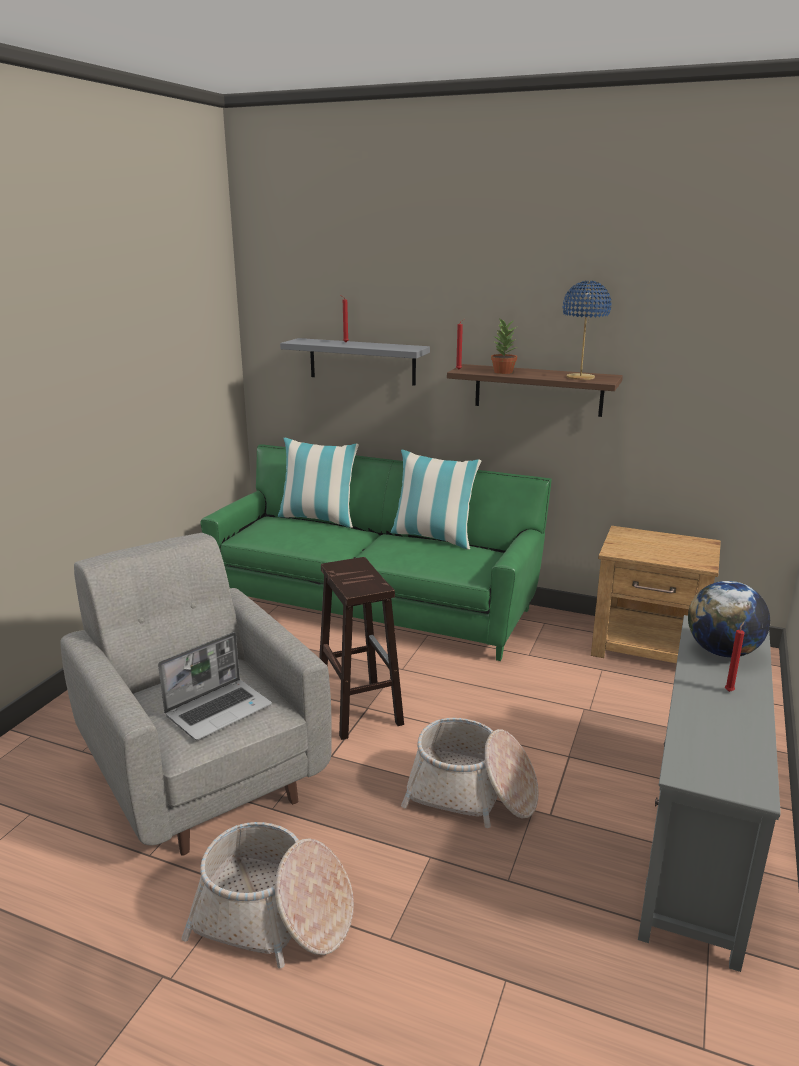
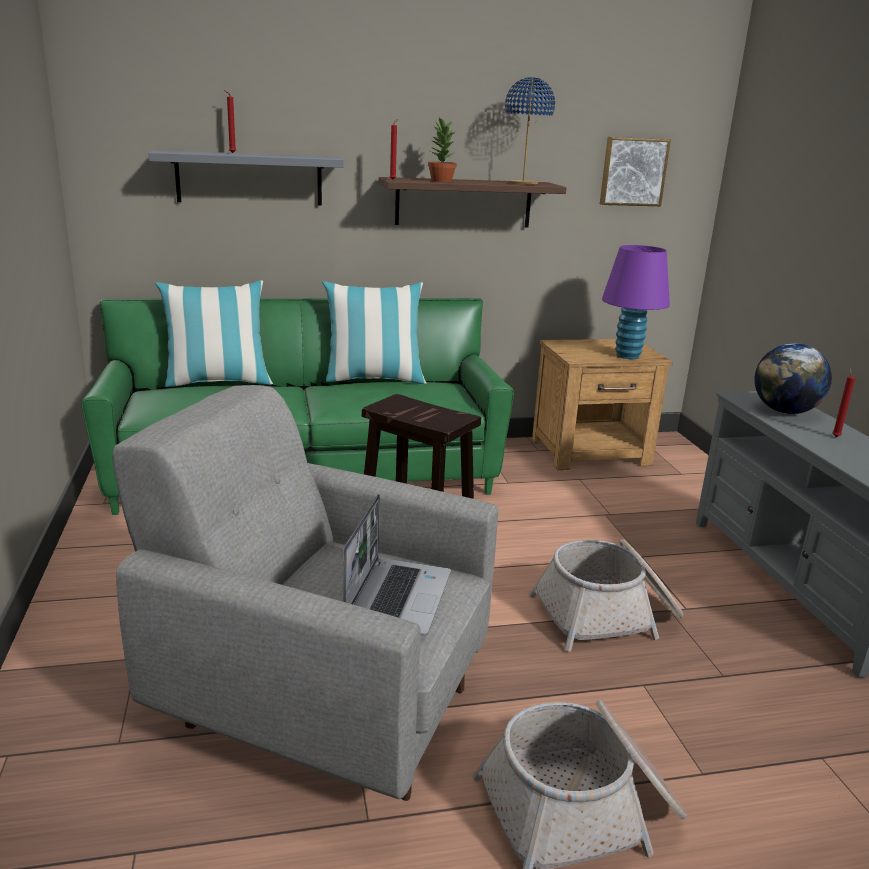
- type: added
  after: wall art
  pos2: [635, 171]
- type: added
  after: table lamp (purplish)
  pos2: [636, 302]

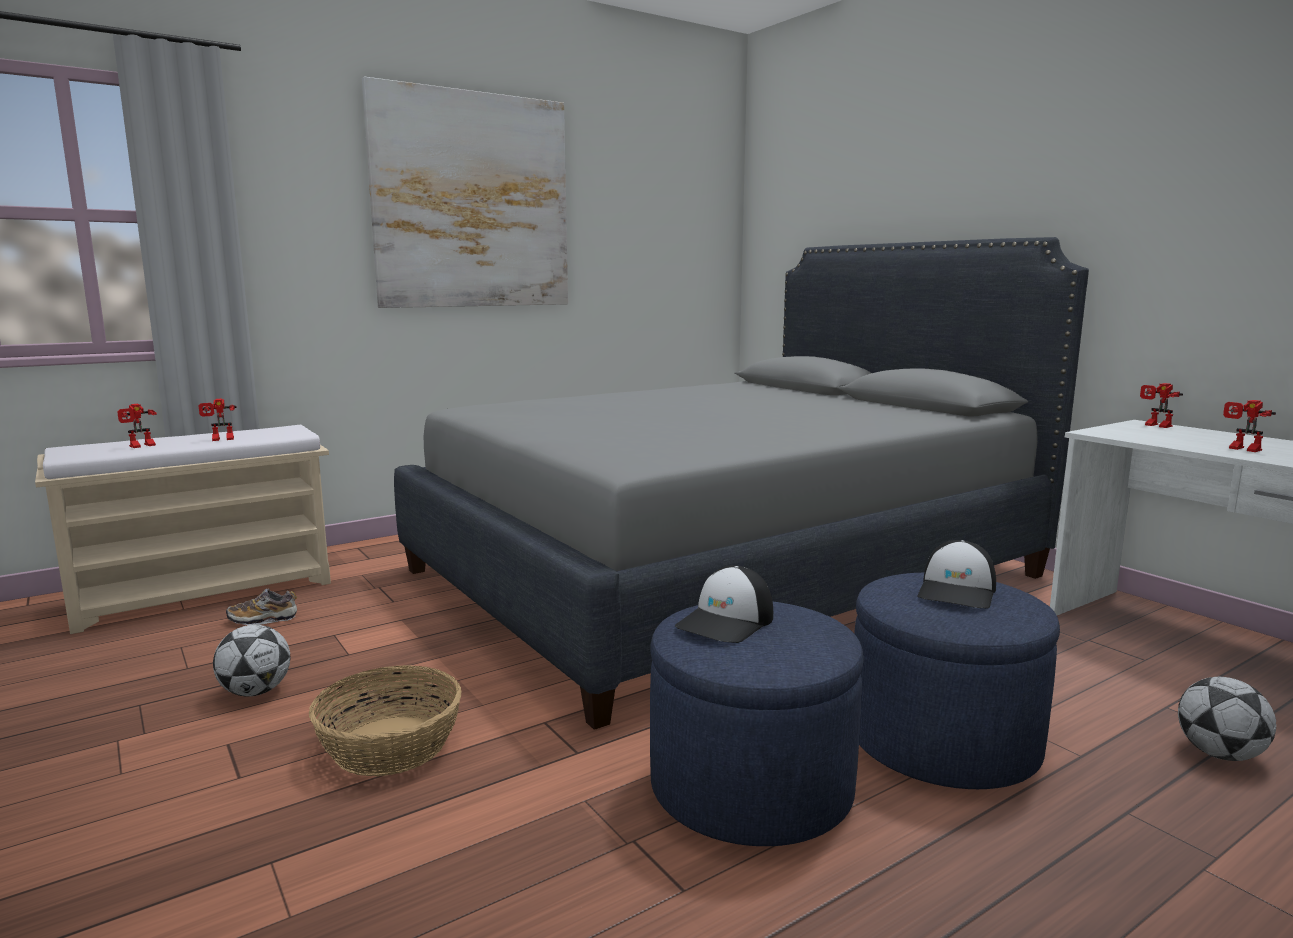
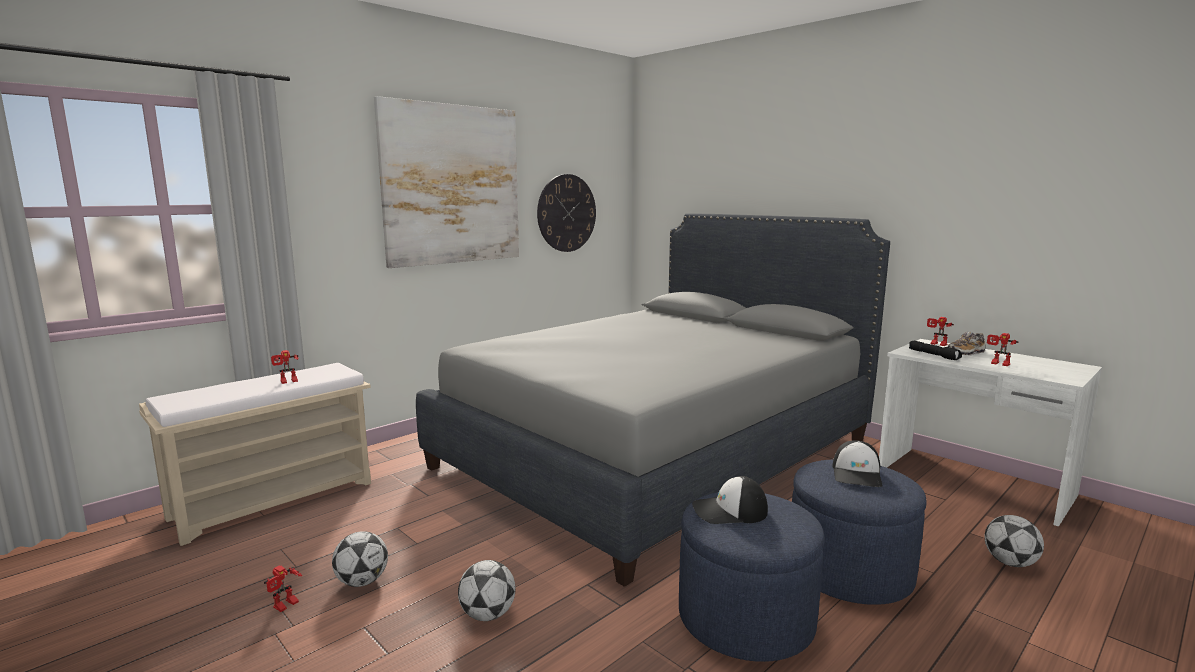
- type: moved
  before: model robot
  pos1: [137, 426]
  pos2: [283, 588]
- type: replaced
  before: household basket
  after: football ball
  pos1: [385, 720]
  pos2: [487, 590]
- type: added
  after: hanging clock
  pos2: [566, 213]
- type: turned
  before: baseball cap
  pos1: [724, 604]
  pos2: [730, 500]
  turn: 60
- type: added
  after: flashlight (blackish)
  pos2: [935, 350]
- type: moved
  before: shoe
  pos1: [261, 607]
  pos2: [966, 344]

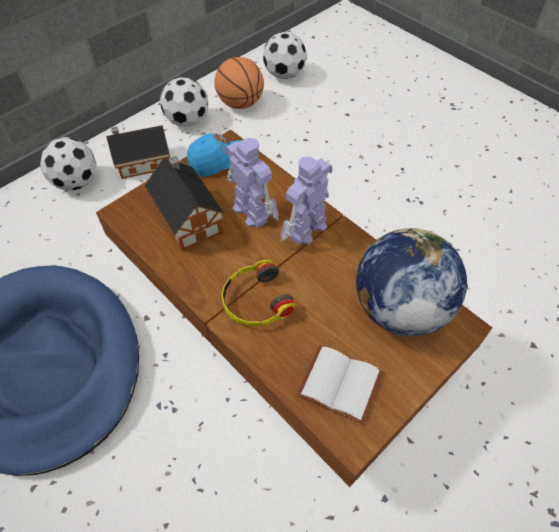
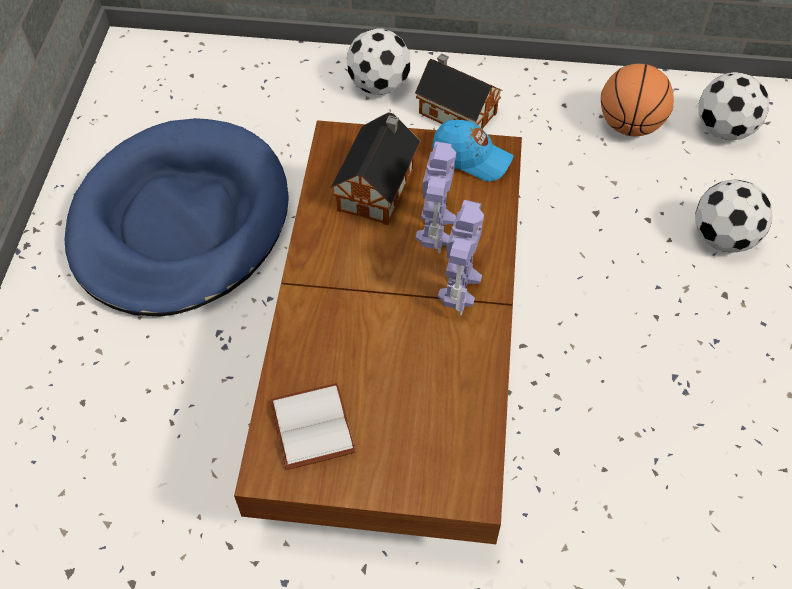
- type: turned
  before: model robot
  pos1: [306, 201]
  pos2: [461, 257]
  turn: 105
- type: moved
  before: football ball
  pos1: [184, 102]
  pos2: [733, 216]
- type: removed
  before: headphones
  pos1: [258, 293]
- type: removed
  before: desk globe
  pos1: [412, 282]

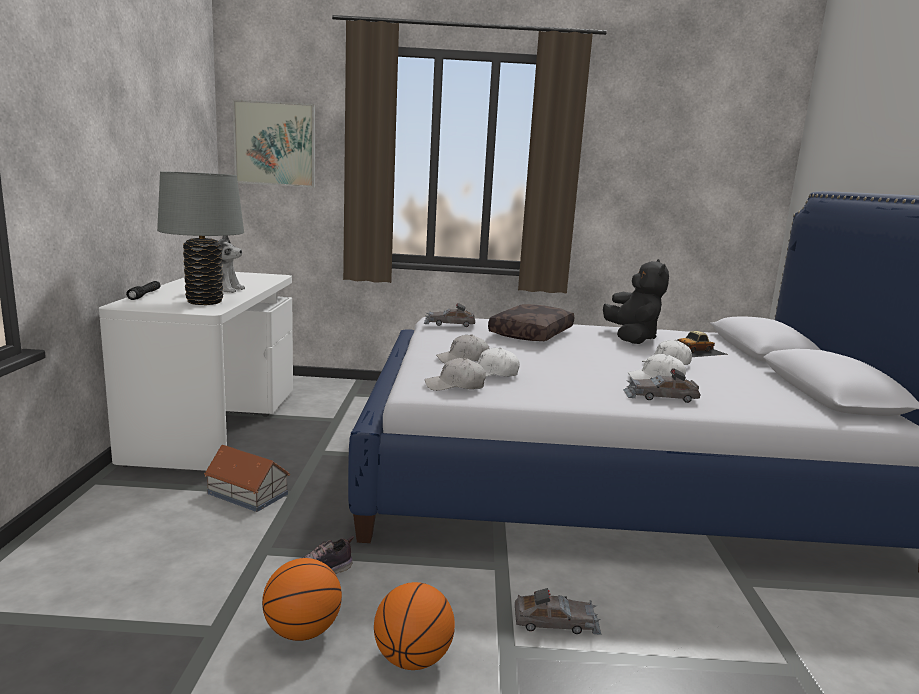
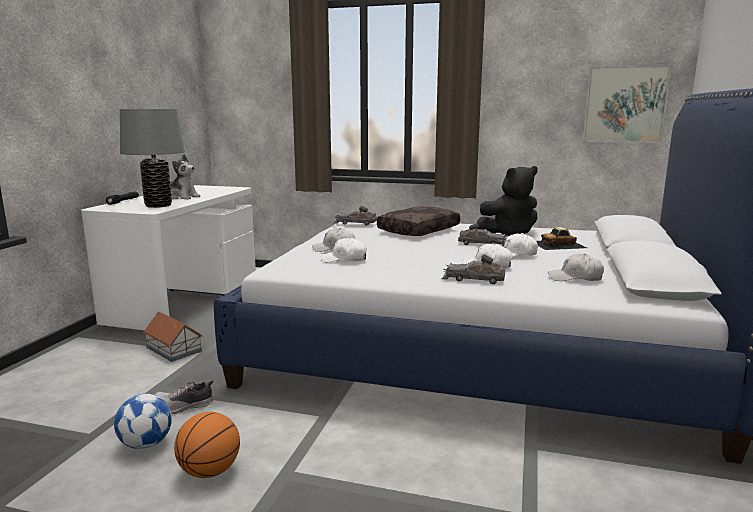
- type: replaced
  before: basketball
  after: football ball
  pos1: [302, 599]
  pos2: [143, 421]
- type: moved
  before: miniature car (grey)
  pos1: [558, 611]
  pos2: [482, 235]
- type: turned
  before: soft toy (blackish)
  pos1: [636, 301]
  pos2: [507, 201]
  turn: 60
- type: moved
  before: baseball cap (white)
  pos1: [455, 374]
  pos2: [576, 267]
- type: moved
  before: wall art
  pos1: [274, 143]
  pos2: [627, 104]

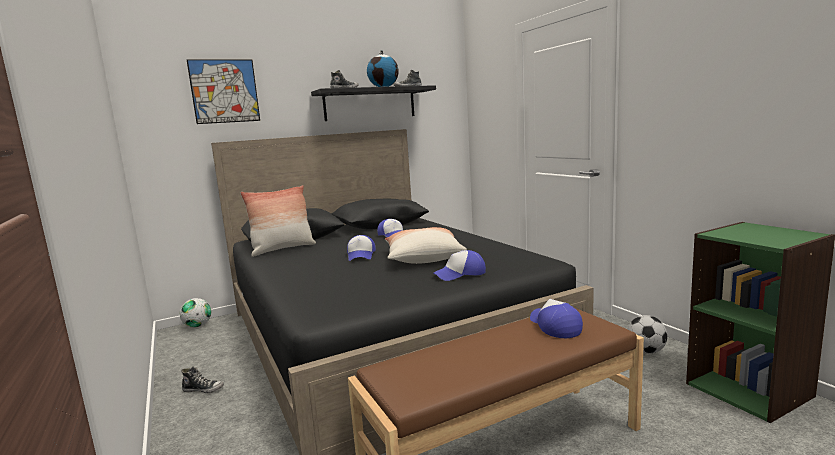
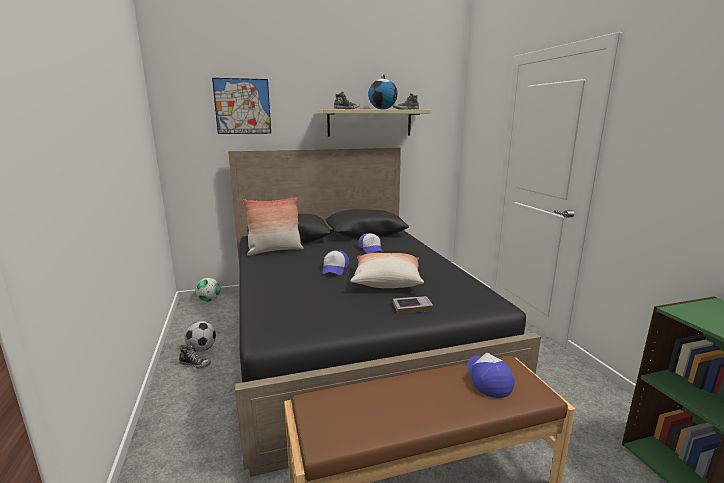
- type: moved
  before: football ball
  pos1: [648, 334]
  pos2: [200, 336]
- type: recoloured
  before: bracket shelf (blackish)
  after: bracket shelf (sand-coloured)
  pos1: [373, 103]
  pos2: [374, 123]
- type: replaced
  before: baseball cap
  after: volume
  pos1: [459, 265]
  pos2: [413, 304]

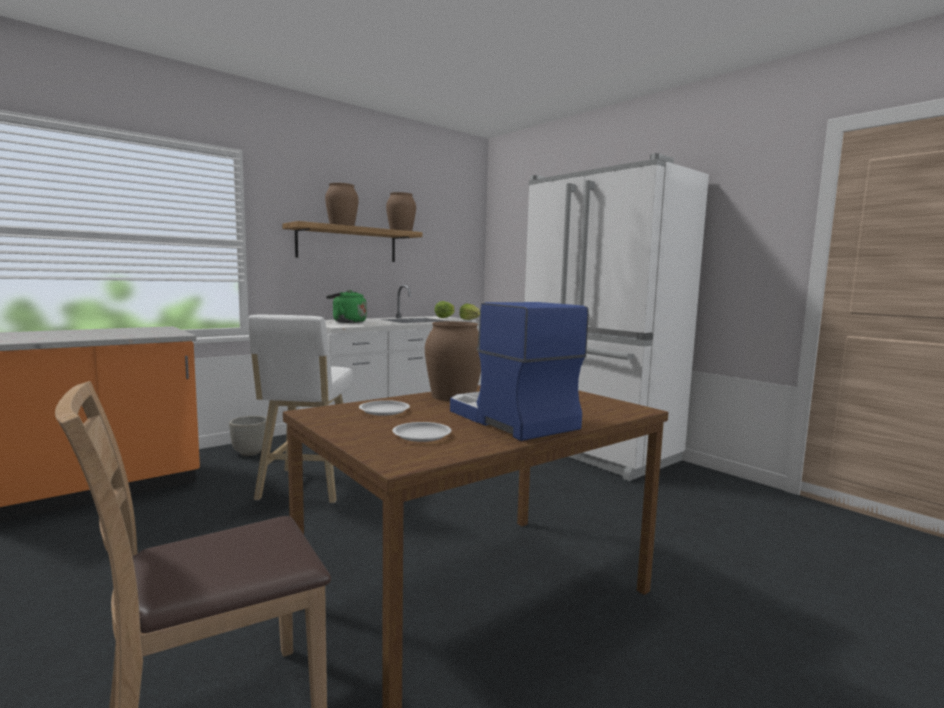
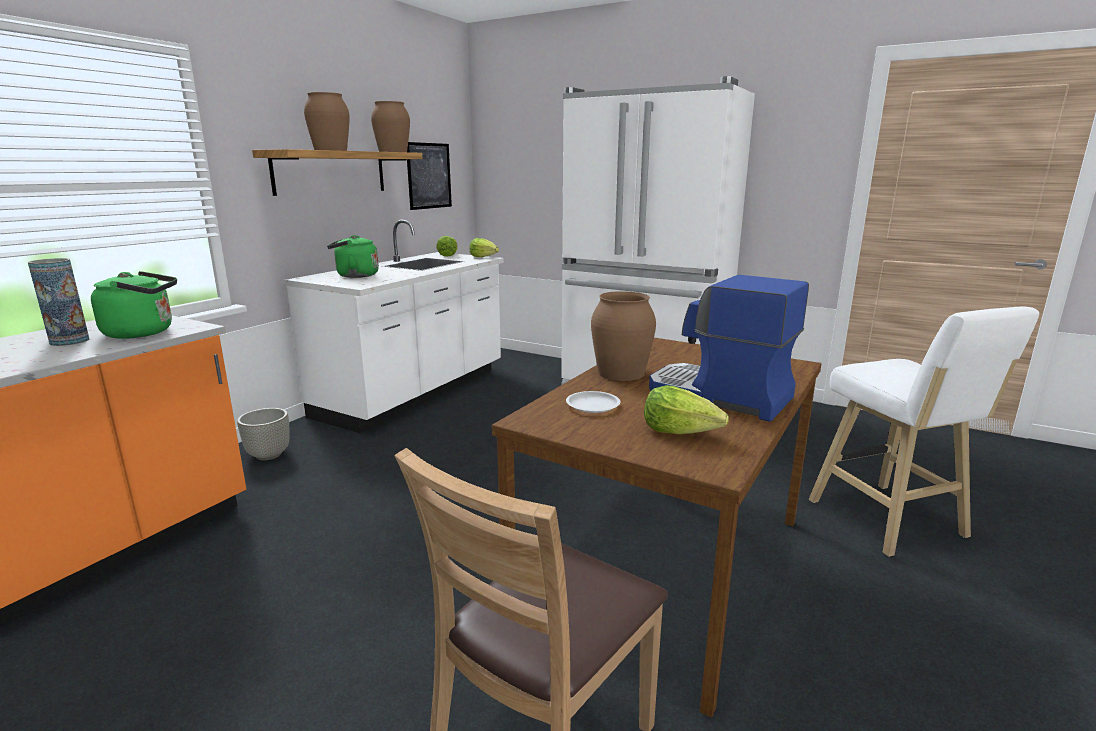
- type: added
  after: flower vase
  pos2: [58, 302]
- type: added
  after: kettle (green)
  pos2: [134, 305]
- type: added
  after: wall art
  pos2: [429, 176]
- type: replaced
  before: plate (white)
  after: lettuce
  pos1: [422, 432]
  pos2: [686, 410]
- type: moved
  before: stool (white)
  pos1: [300, 409]
  pos2: [924, 432]

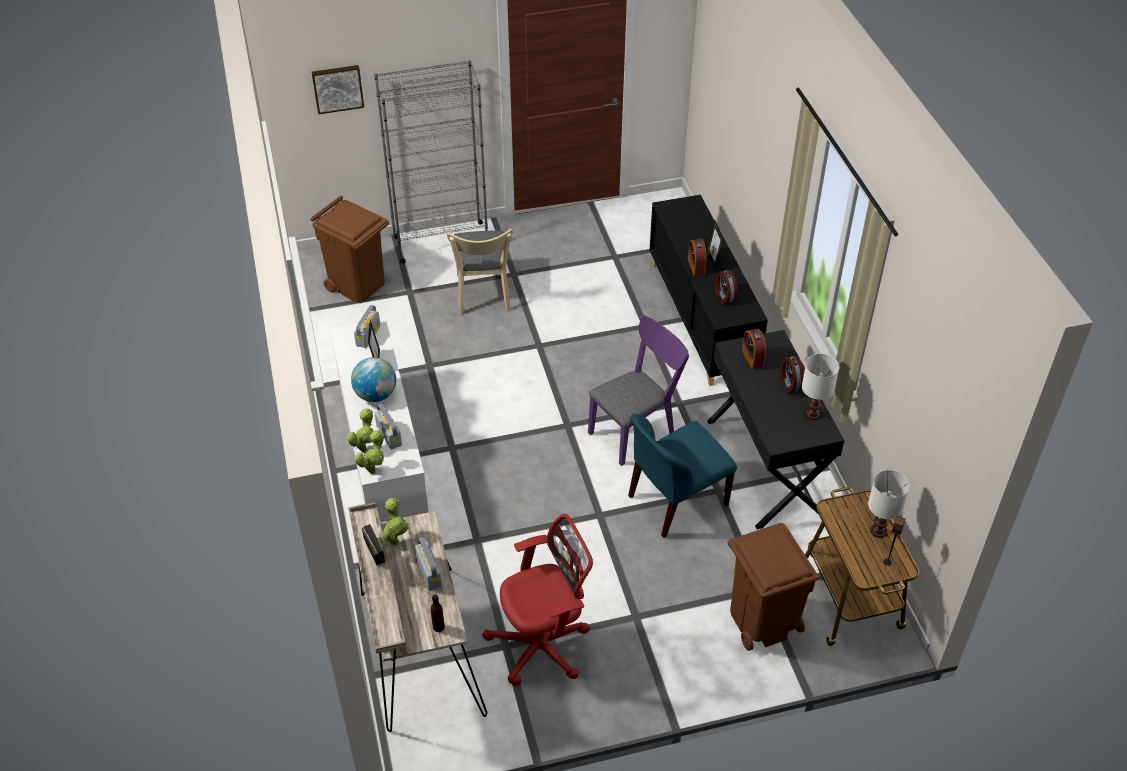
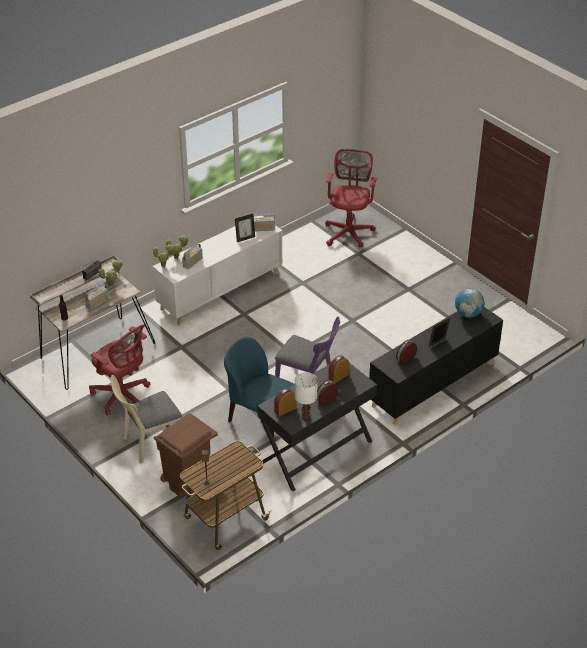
- type: moved
  before: plain chair (sand-coloured)
  pos1: [480, 271]
  pos2: [146, 419]
- type: moved
  before: alarm clock
  pos1: [697, 257]
  pos2: [285, 402]
- type: replaced
  before: waste bin (brownish)
  after: computer chair (red-coloured)
  pos1: [349, 249]
  pos2: [351, 198]
- type: moved
  before: desk globe
  pos1: [373, 379]
  pos2: [469, 302]
- type: removed
  before: wall art
  pos1: [338, 89]
- type: removed
  before: bookcase (grey)
  pos1: [431, 162]
- type: removed
  before: table lamp (white)
  pos1: [889, 504]

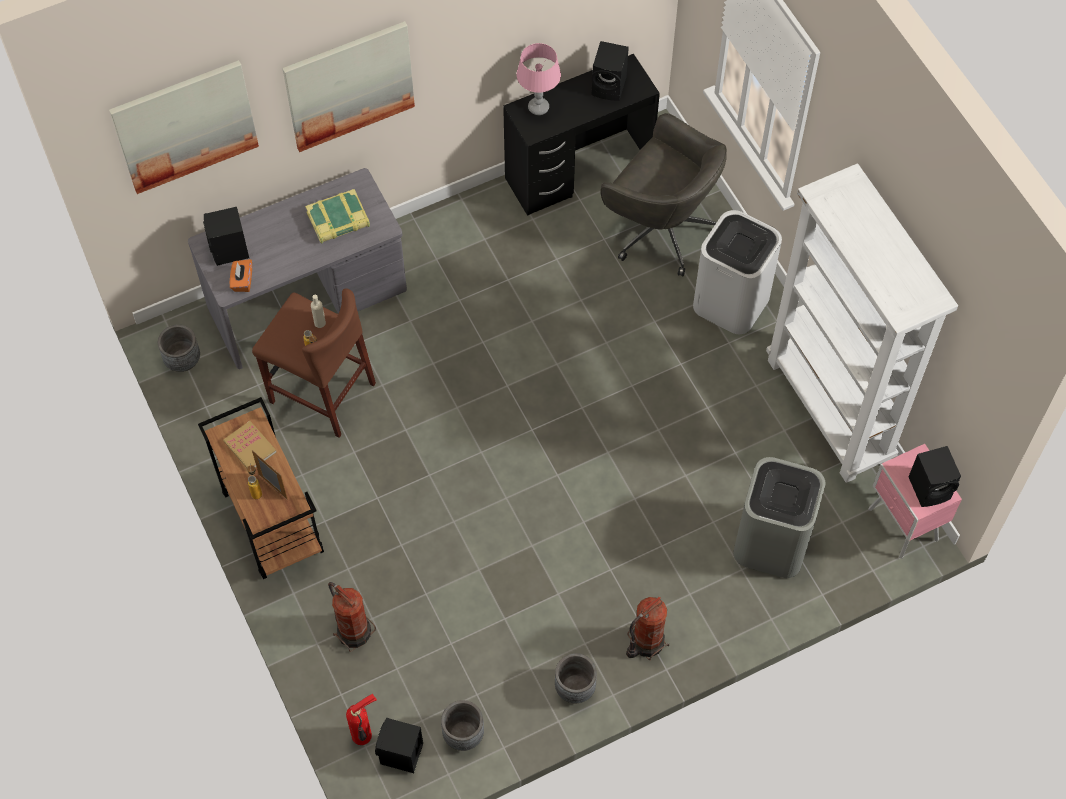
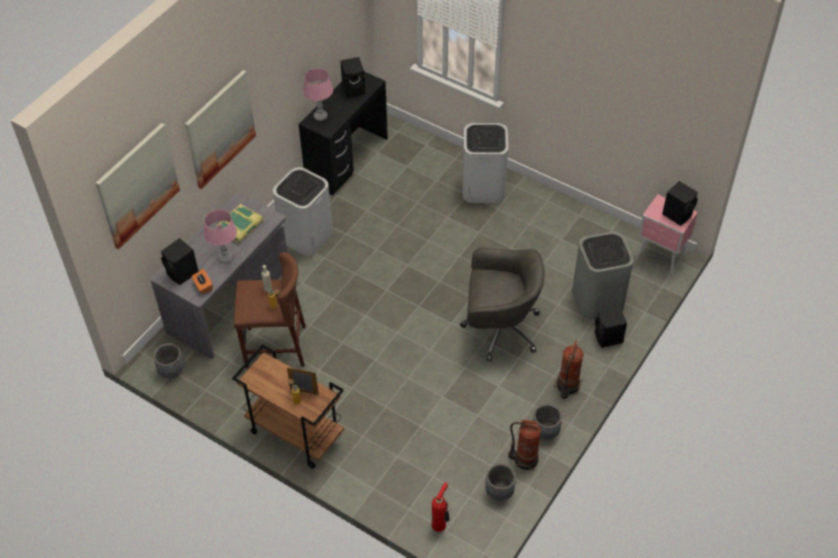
- type: added
  after: table lamp (pinkish)
  pos2: [220, 237]
- type: added
  after: waste bin (white)
  pos2: [303, 211]
- type: moved
  before: computer chair (grey)
  pos1: [663, 195]
  pos2: [502, 304]
- type: moved
  before: fire-fighting cylinder
  pos1: [352, 617]
  pos2: [524, 445]
- type: moved
  before: audio speaker (blackish)
  pos1: [399, 745]
  pos2: [611, 327]
- type: removed
  before: volume
  pos1: [250, 444]
- type: removed
  before: bookcase (white)
  pos1: [862, 323]

